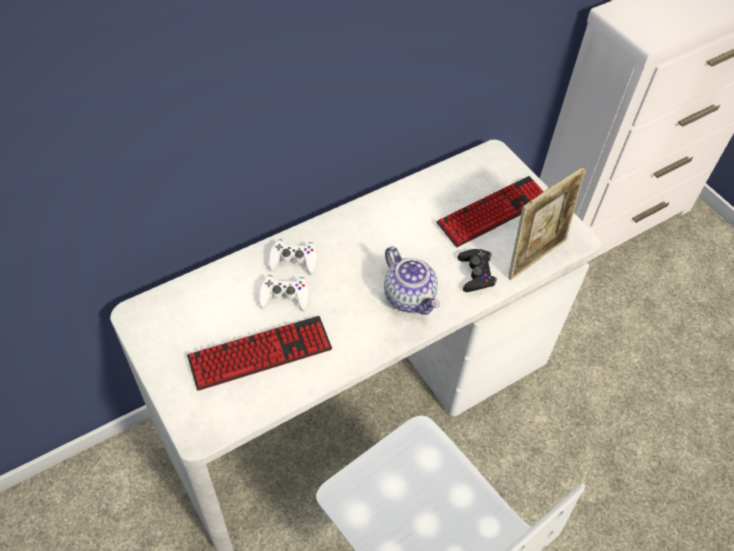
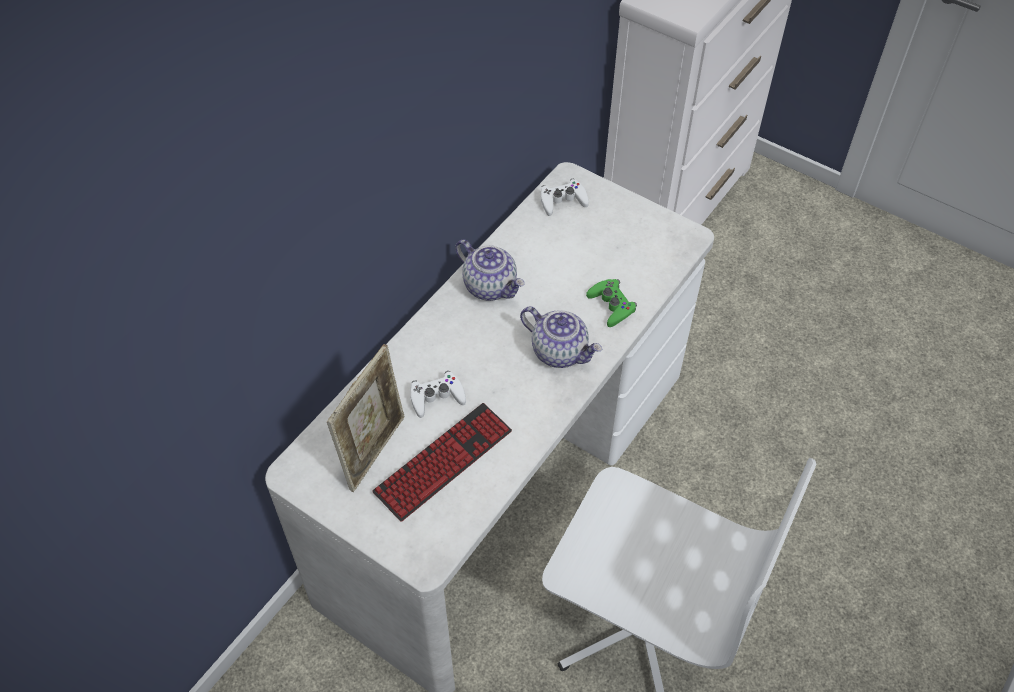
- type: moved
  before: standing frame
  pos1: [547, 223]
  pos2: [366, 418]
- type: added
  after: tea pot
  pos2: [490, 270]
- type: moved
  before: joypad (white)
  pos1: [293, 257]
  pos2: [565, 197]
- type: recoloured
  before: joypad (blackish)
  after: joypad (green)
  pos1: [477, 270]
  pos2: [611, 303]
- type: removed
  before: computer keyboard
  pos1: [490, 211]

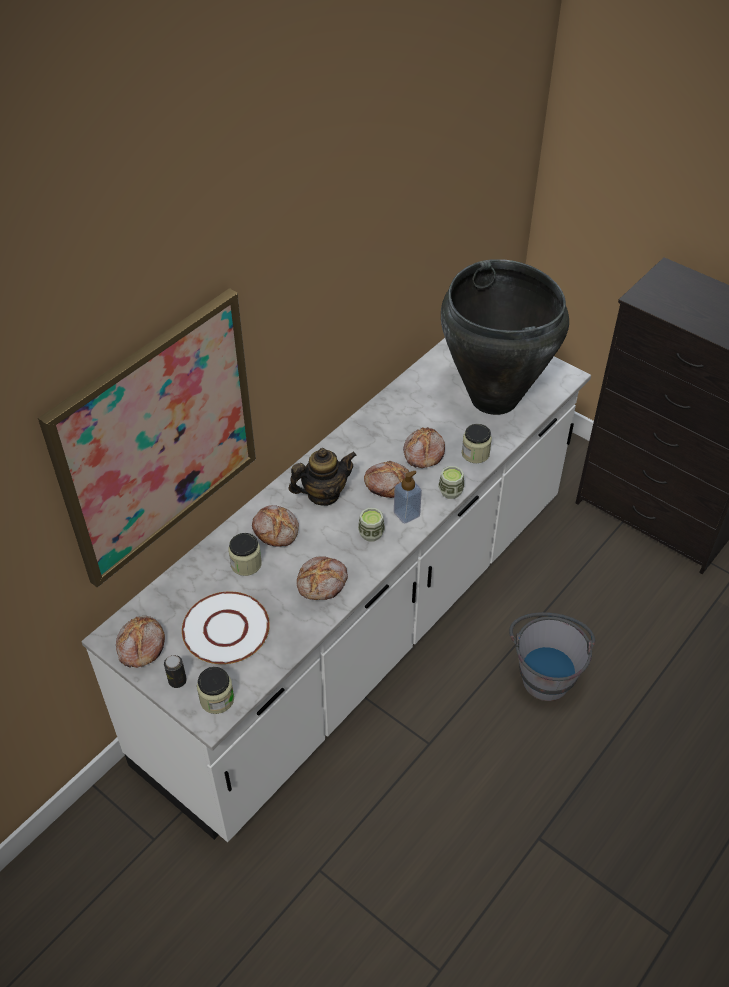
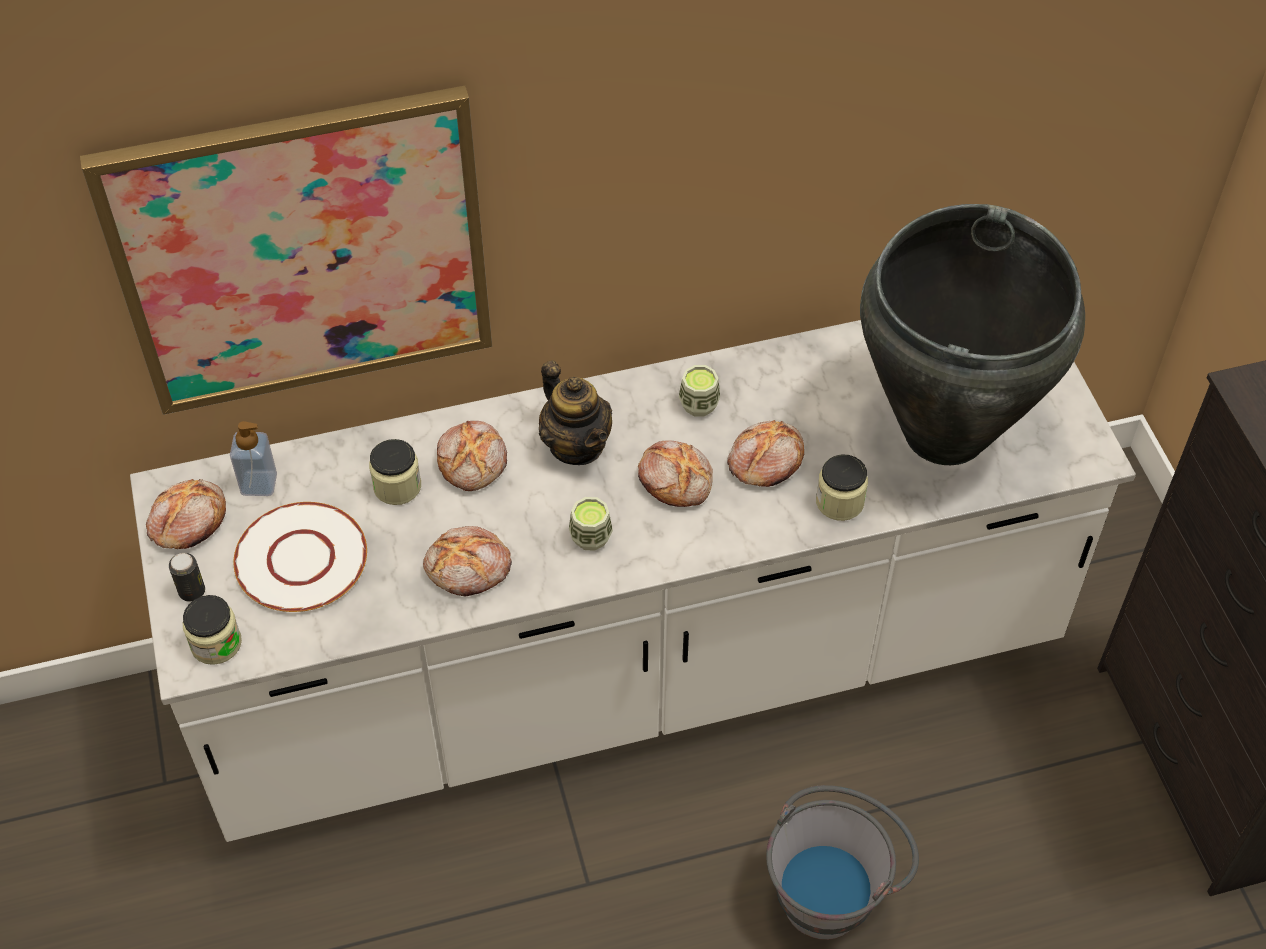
- type: moved
  before: soap bottle
  pos1: [408, 497]
  pos2: [253, 458]
- type: turned
  before: tea pot
  pos1: [322, 477]
  pos2: [575, 412]
  turn: 45
- type: moved
  before: drinking cup
  pos1: [451, 482]
  pos2: [699, 391]

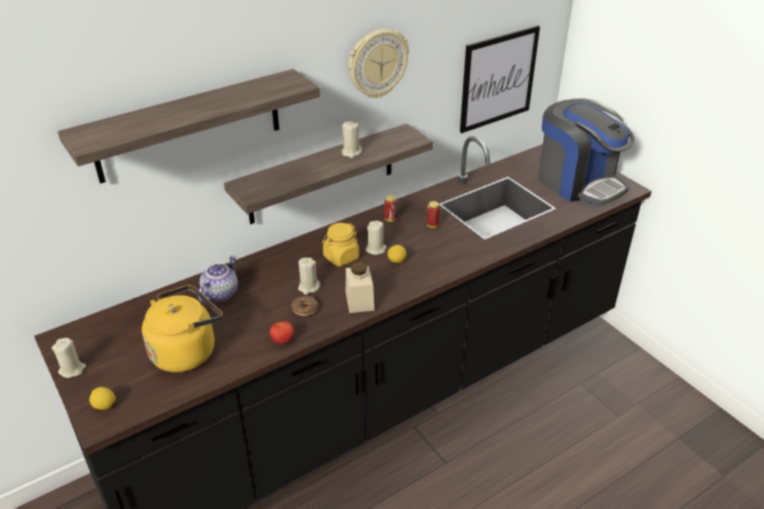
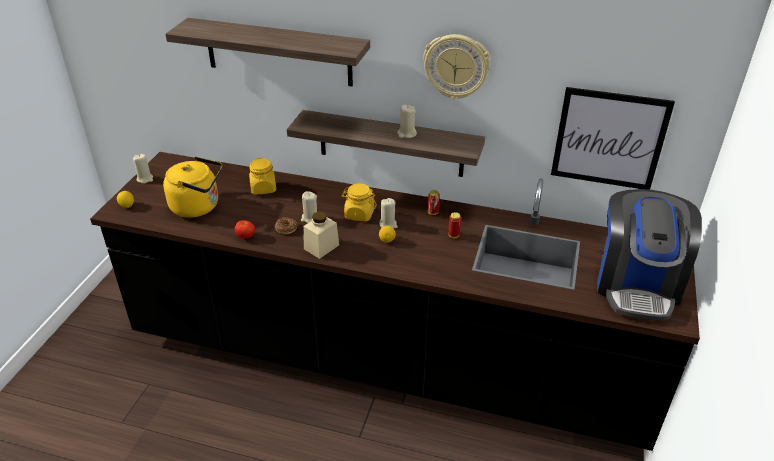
- type: replaced
  before: tea pot
  after: preserve jar (yellow)
  pos1: [218, 279]
  pos2: [262, 175]

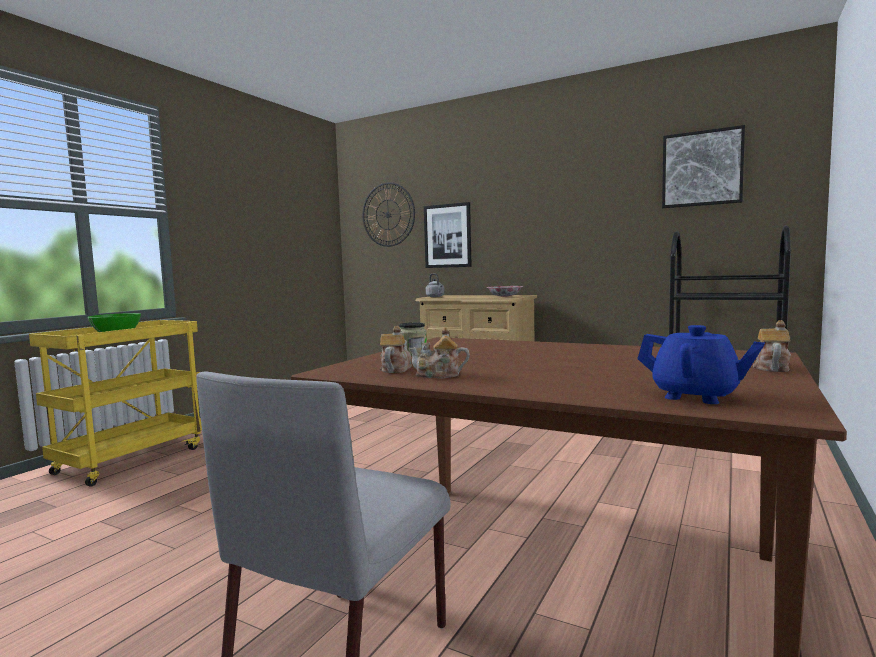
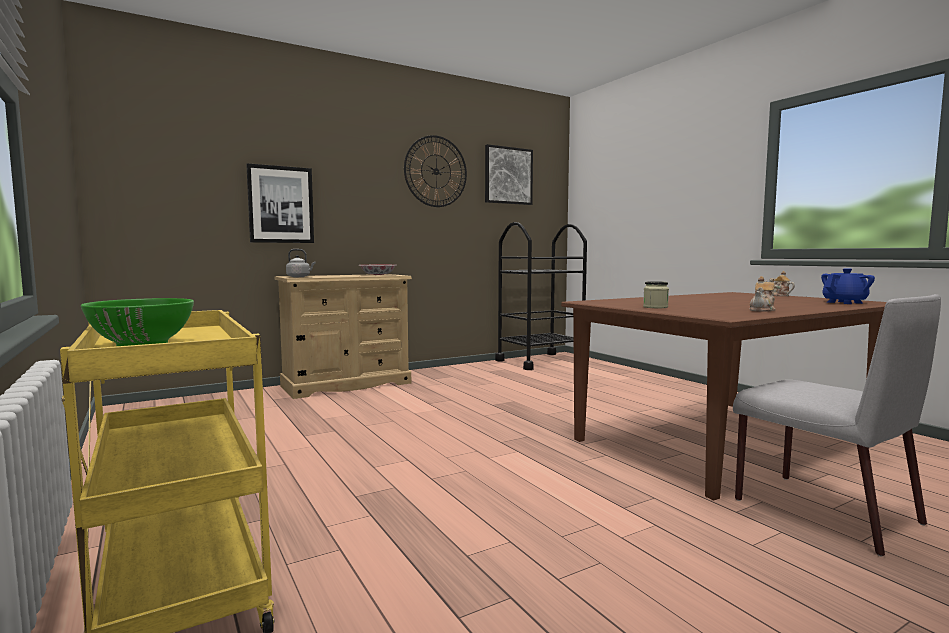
- type: moved
  before: hanging clock
  pos1: [389, 214]
  pos2: [435, 171]
- type: removed
  before: tea pot
  pos1: [396, 349]

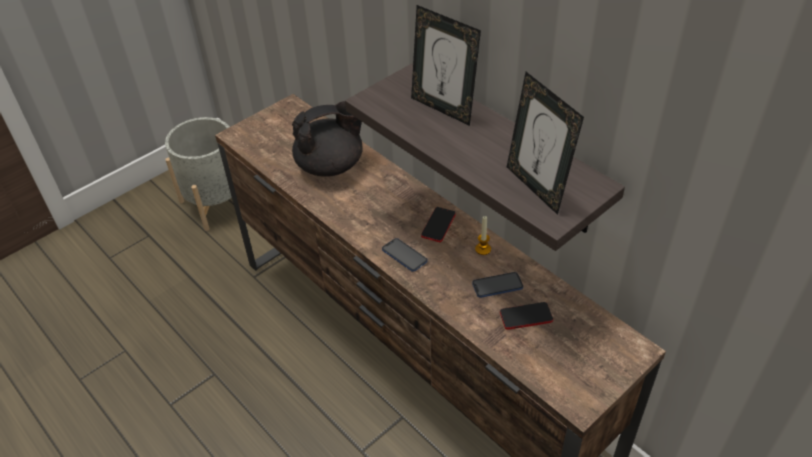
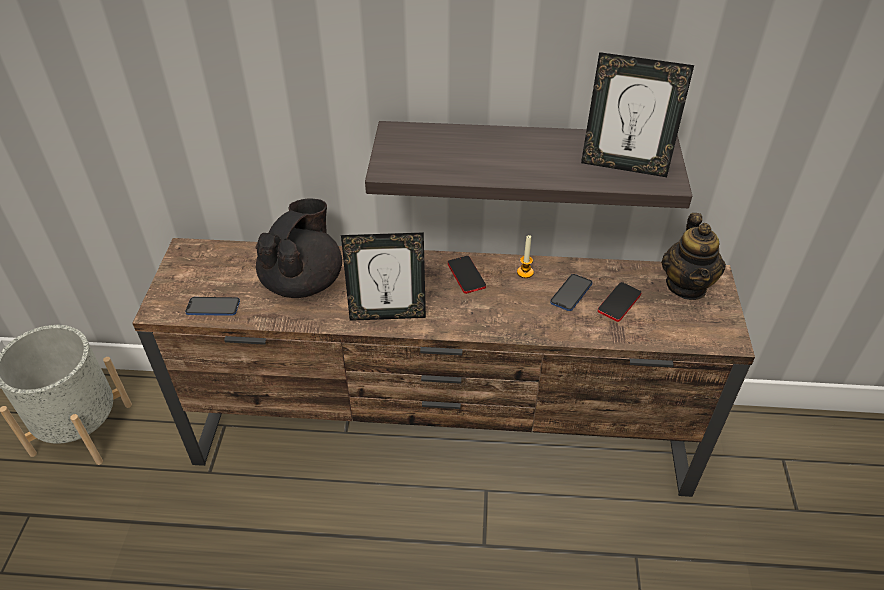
- type: moved
  before: phone
  pos1: [405, 255]
  pos2: [212, 306]
- type: moved
  before: standing frame
  pos1: [446, 65]
  pos2: [383, 276]
- type: added
  after: tea pot
  pos2: [693, 256]

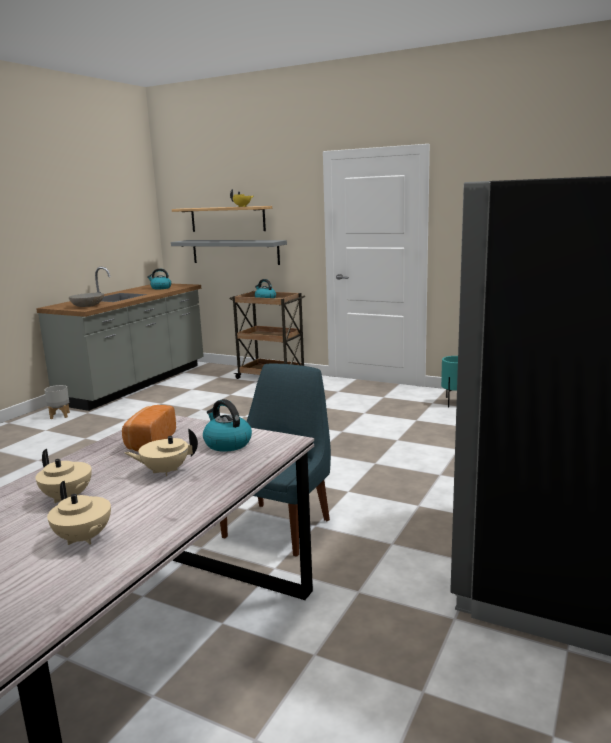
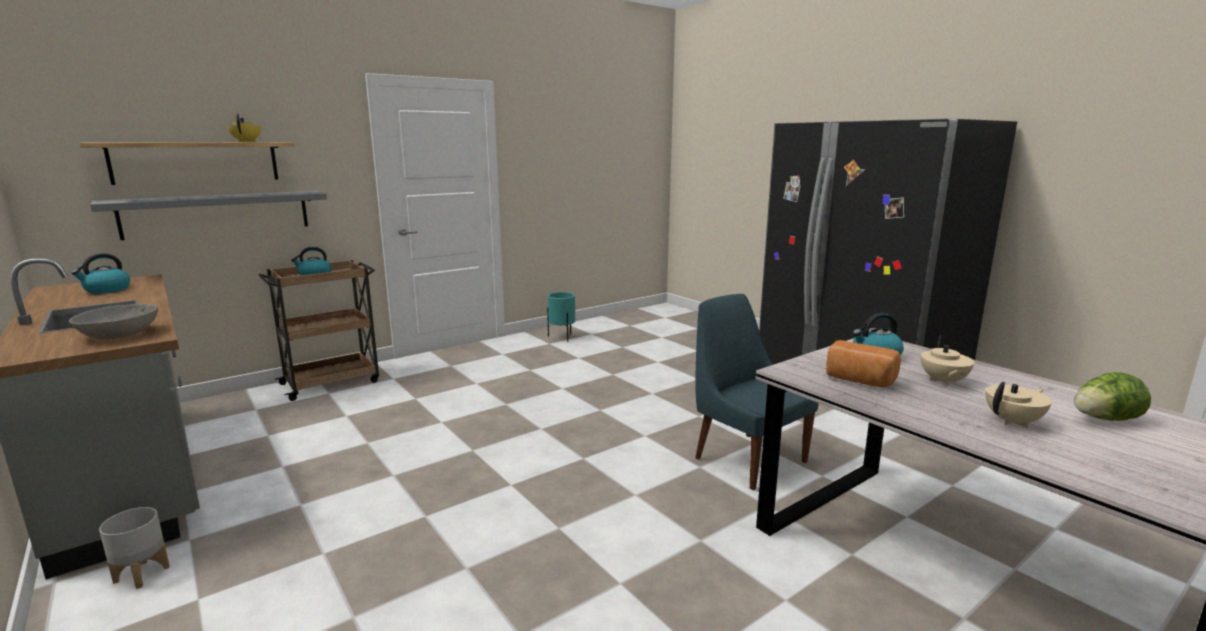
- type: replaced
  before: tea pot (sand-coloured)
  after: lettuce
  pos1: [79, 513]
  pos2: [1112, 396]

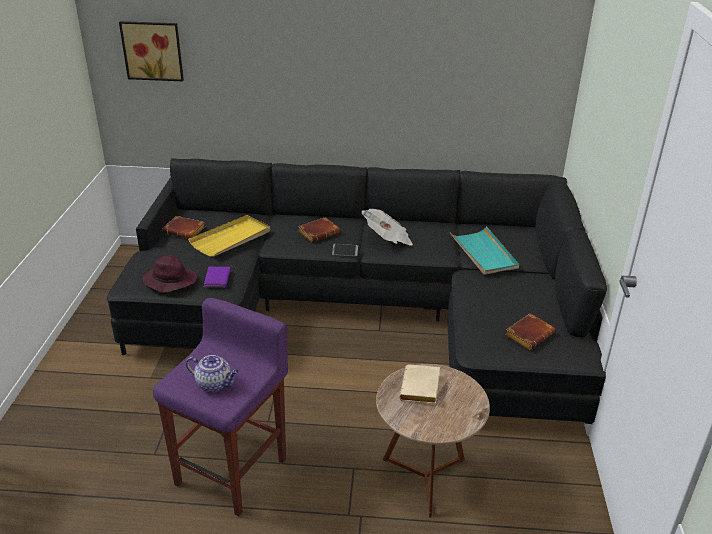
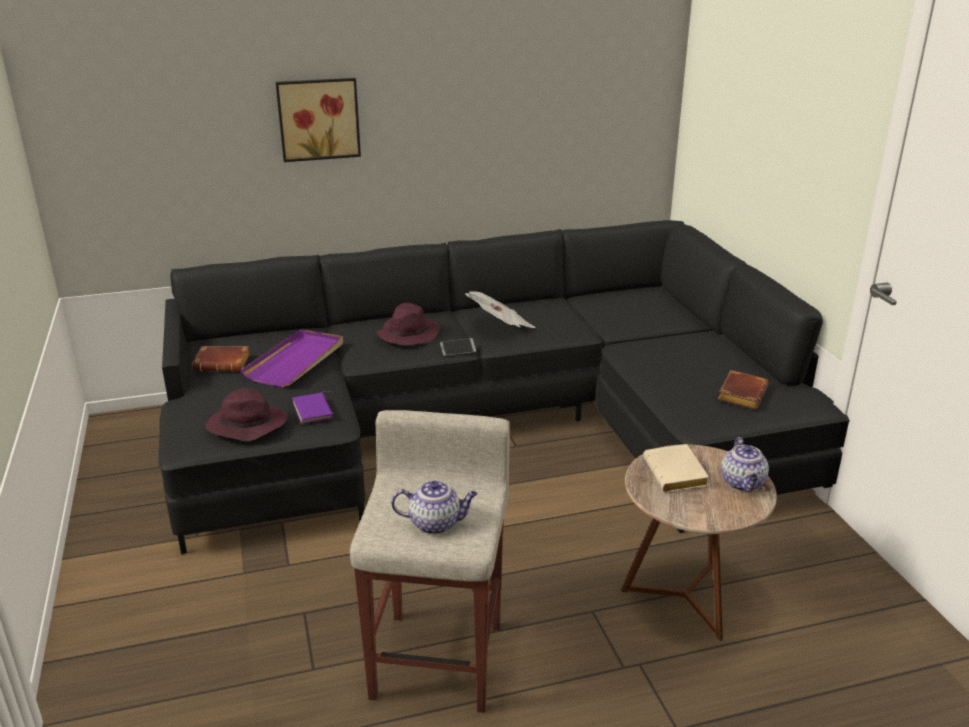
- type: recoloured
  before: serving tray (yellow)
  after: serving tray (purplish)
  pos1: [229, 236]
  pos2: [291, 358]
- type: moved
  before: wall art
  pos1: [151, 51]
  pos2: [318, 120]
- type: recoloured
  before: stool (purplish)
  after: stool (sand-coloured)
  pos1: [220, 407]
  pos2: [430, 561]
- type: replaced
  before: volume (brownish)
  after: hat (purplish)
  pos1: [319, 229]
  pos2: [408, 324]
- type: added
  after: tea pot
  pos2: [745, 464]
- type: removed
  before: serving tray (blue-green)
  pos1: [484, 250]

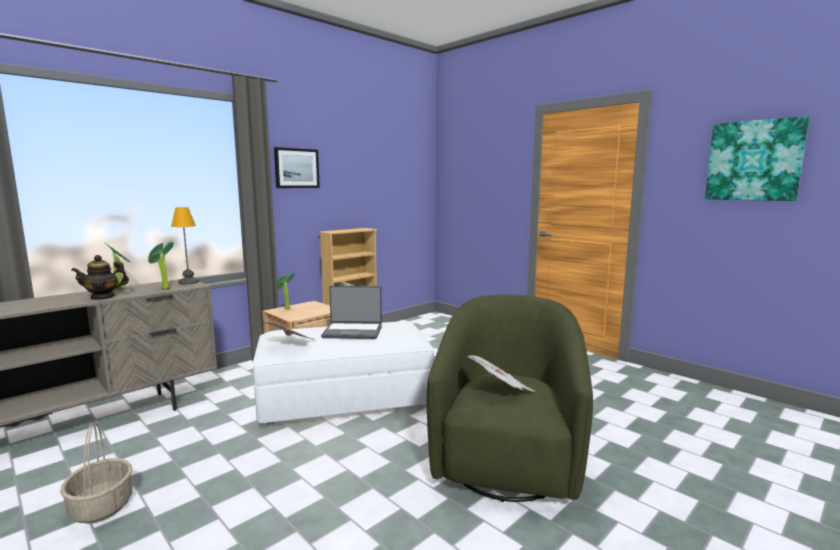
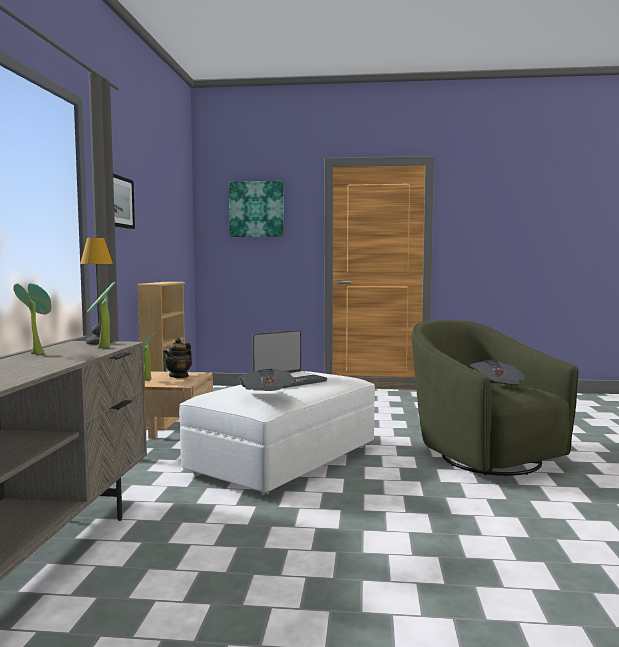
- type: moved
  before: tea pot
  pos1: [100, 277]
  pos2: [178, 358]
- type: moved
  before: wall art
  pos1: [757, 158]
  pos2: [256, 209]
- type: removed
  before: household basket
  pos1: [96, 473]

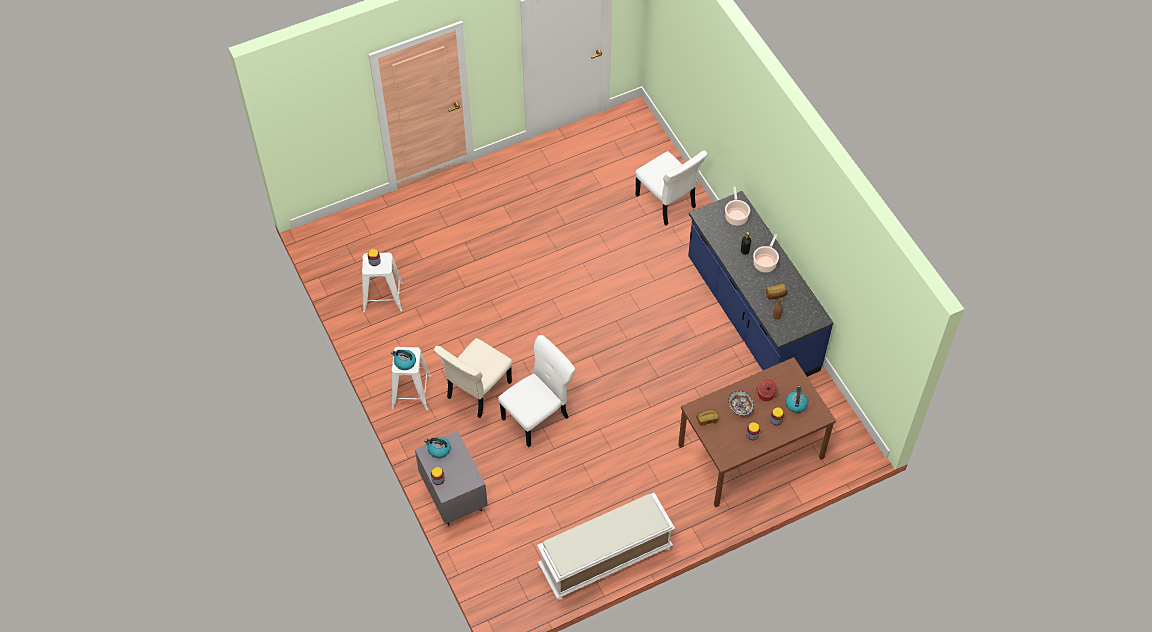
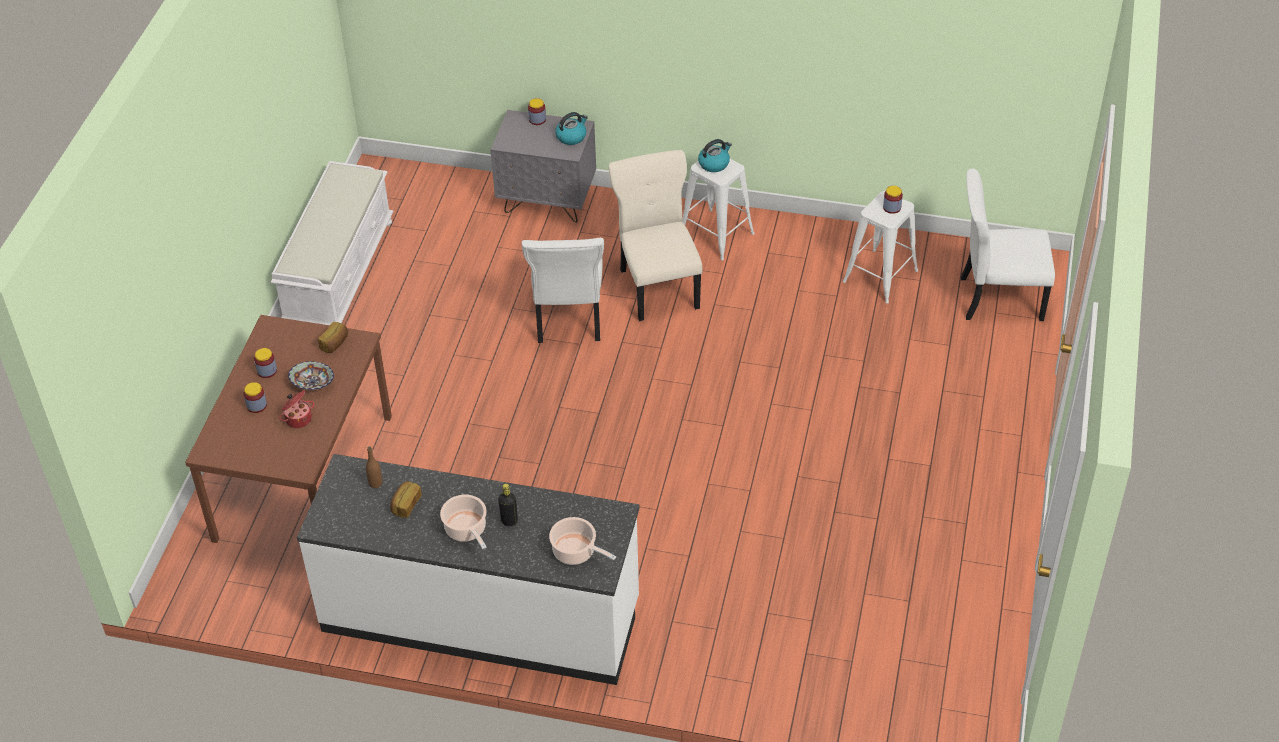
- type: recoloured
  before: counter (blue-coloured)
  after: counter (white)
  pos1: [761, 284]
  pos2: [468, 569]
- type: moved
  before: plain chair (white)
  pos1: [671, 188]
  pos2: [1008, 245]
- type: removed
  before: kettle
  pos1: [796, 399]

